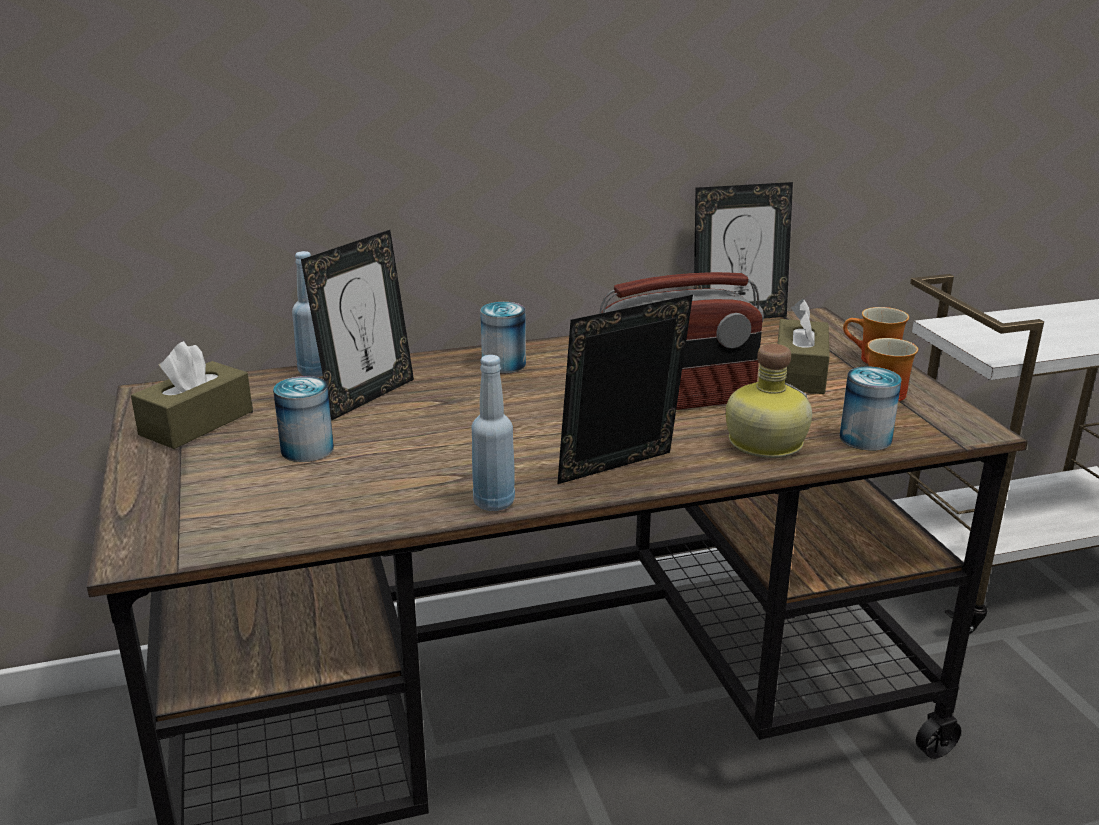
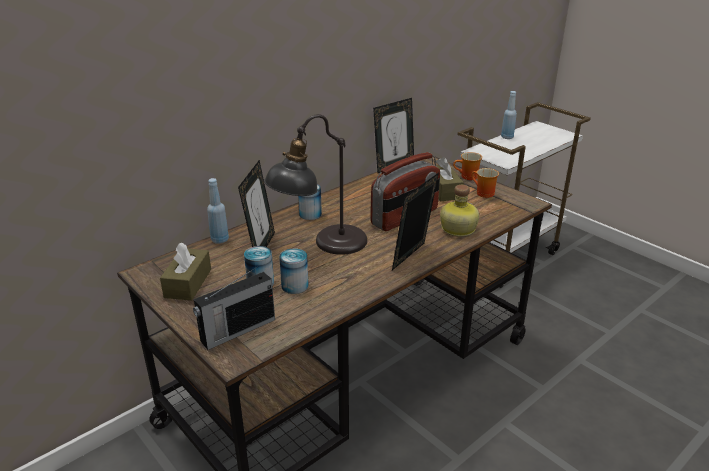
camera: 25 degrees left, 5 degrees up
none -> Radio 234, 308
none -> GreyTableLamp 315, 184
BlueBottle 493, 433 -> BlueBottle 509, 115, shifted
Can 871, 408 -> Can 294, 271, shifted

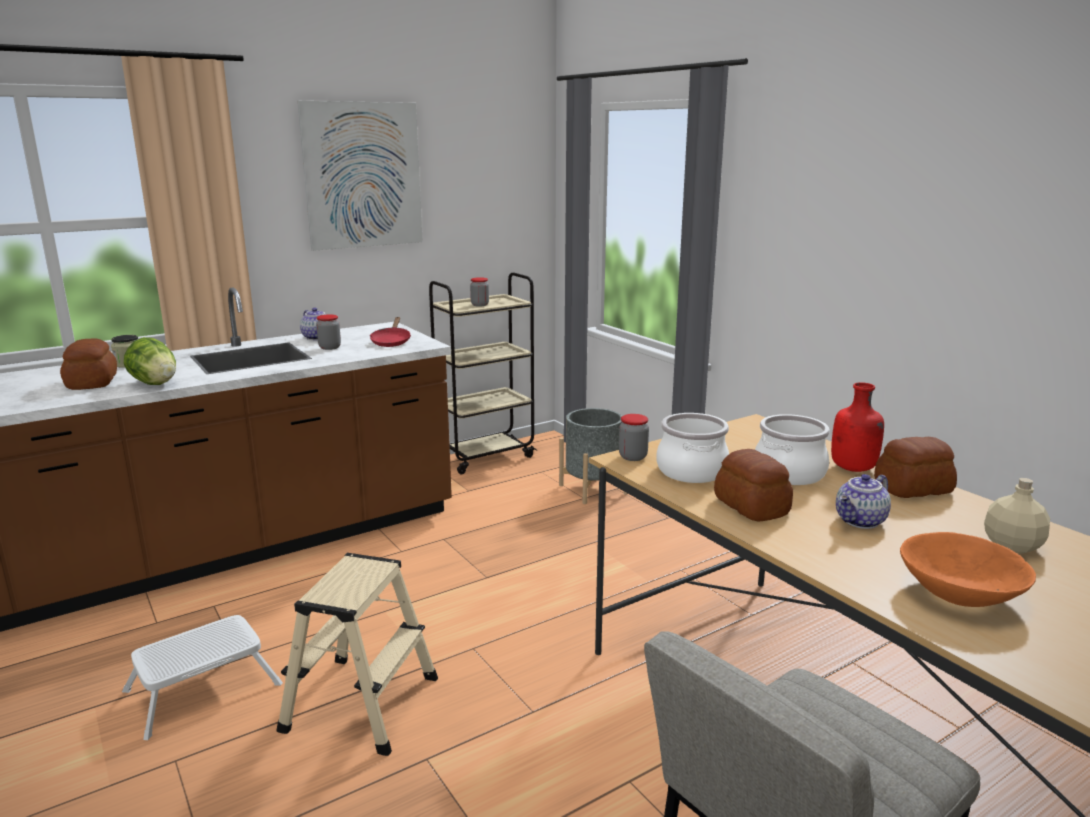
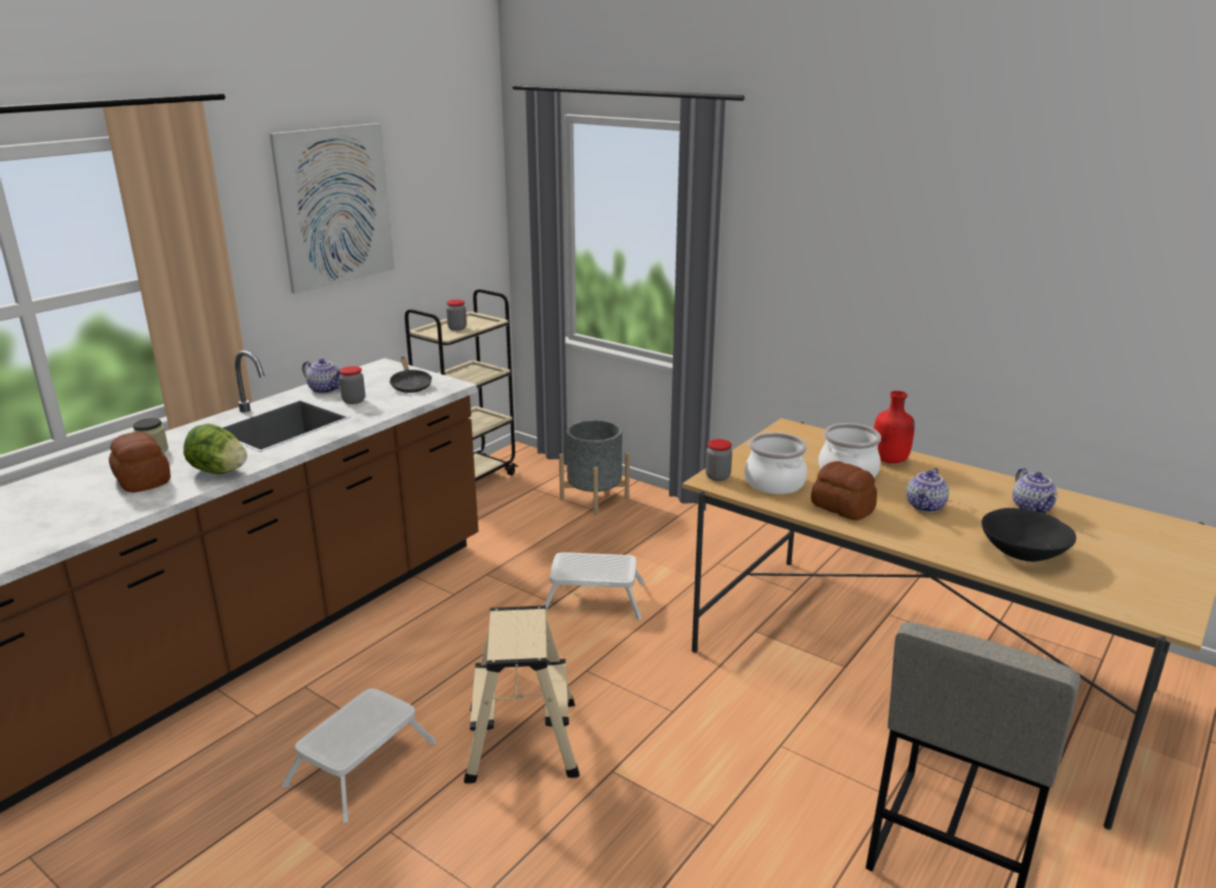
camera: 20 degrees left, 5 degrees up
Bread 915, 467 -> none
none -> WhiteStepLadder 594, 586
BeigeBottle 1017, 516 -> Teapot 1035, 490
RedFryingPan 390, 332 -> BlackFryingPan 410, 375
OrangeBowl 968, 569 -> BlackBowl 1028, 535

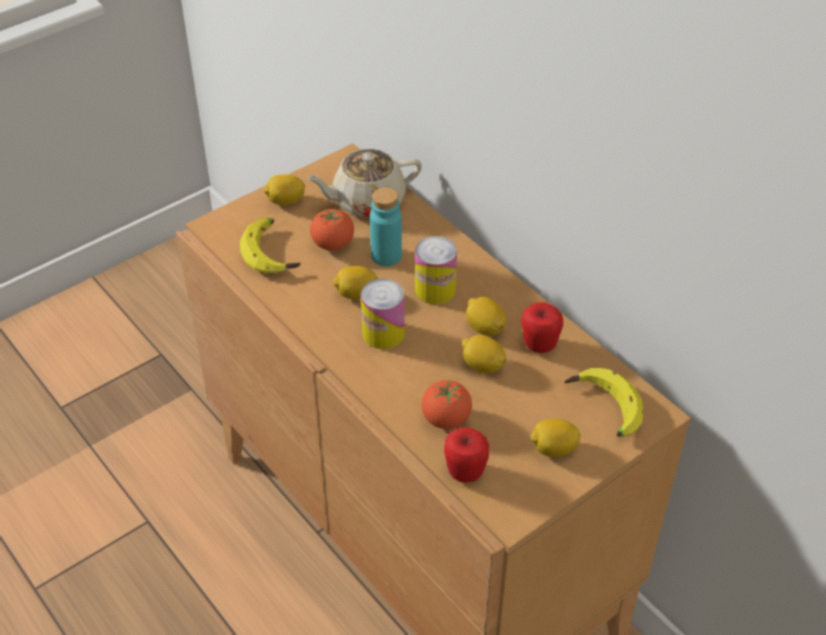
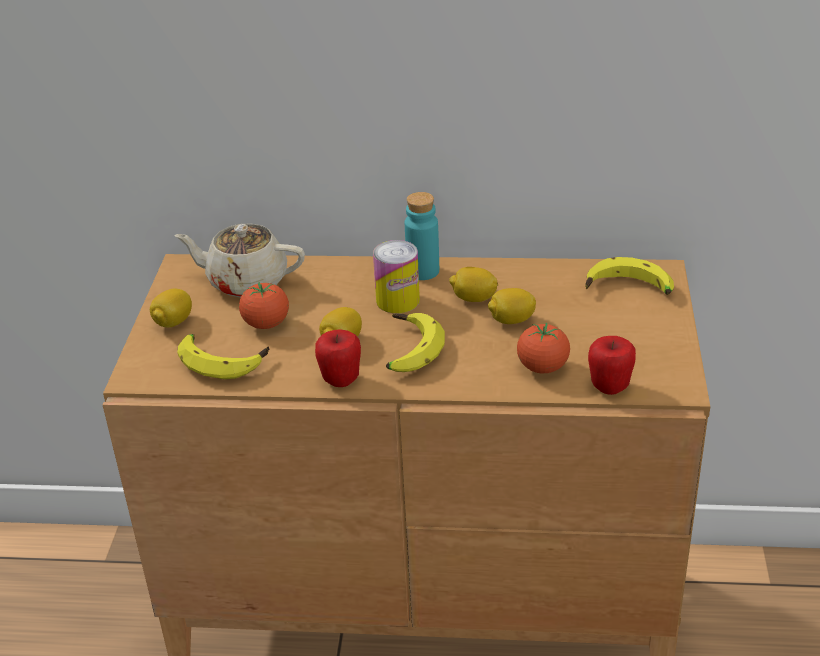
camera: 45 degrees left, 10 degrees down
Lemon 555, 438 -> none
TurquoiseBottle 386, 226 -> TurquoiseBottle 422, 236, shifted
Apple 542, 327 -> Apple 338, 358, shifted
Can 383, 314 -> Banana 415, 342
BeigeTeapot 364, 183 -> BeigeTeapot 239, 260, 75 degrees clockwise

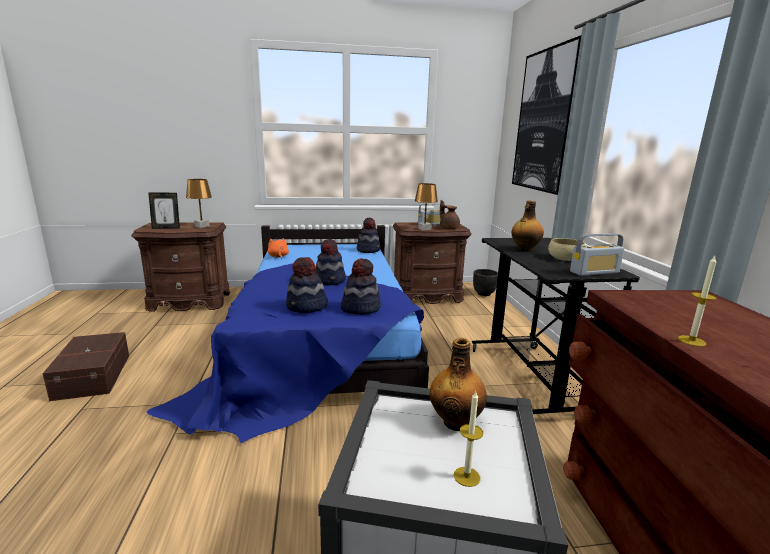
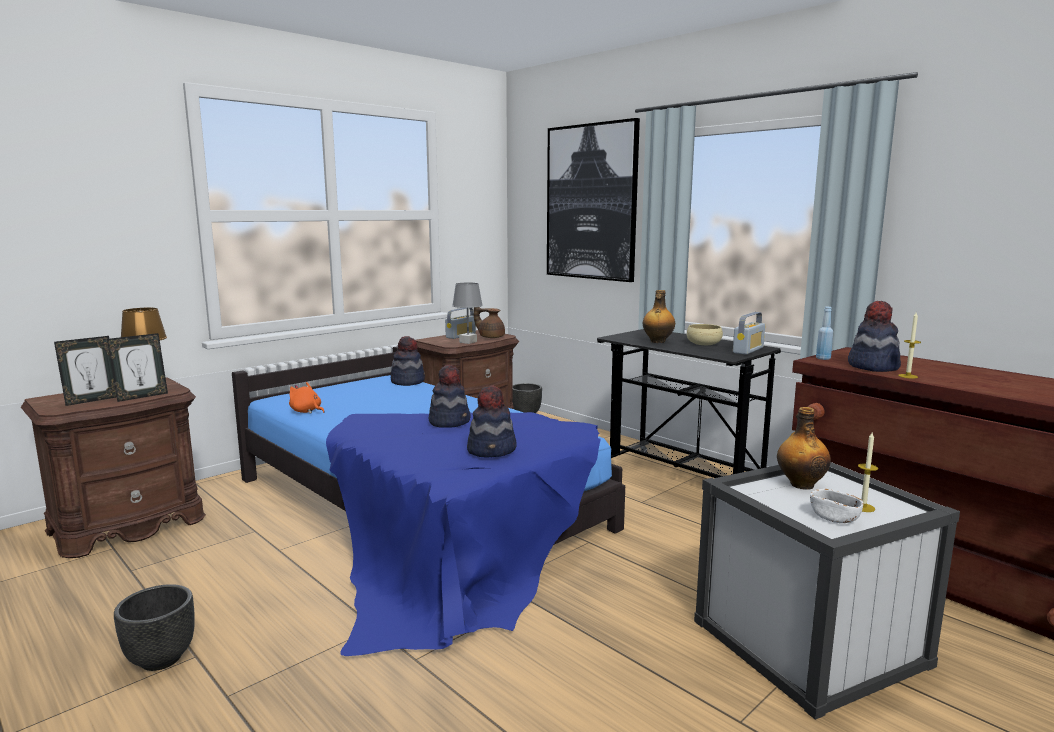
camera: 35 degrees left, 5 degrees down
none -> PictureFrame 137, 367
none -> WhiteBowl 836, 506
none -> BlueBottle 824, 333
Hat 361, 286 -> Hat 874, 336, shifted
BrownStorageBox 85, 366 -> BlackPlanter 154, 627
BrownTableLamp 426, 206 -> GreyTableLamp 467, 313

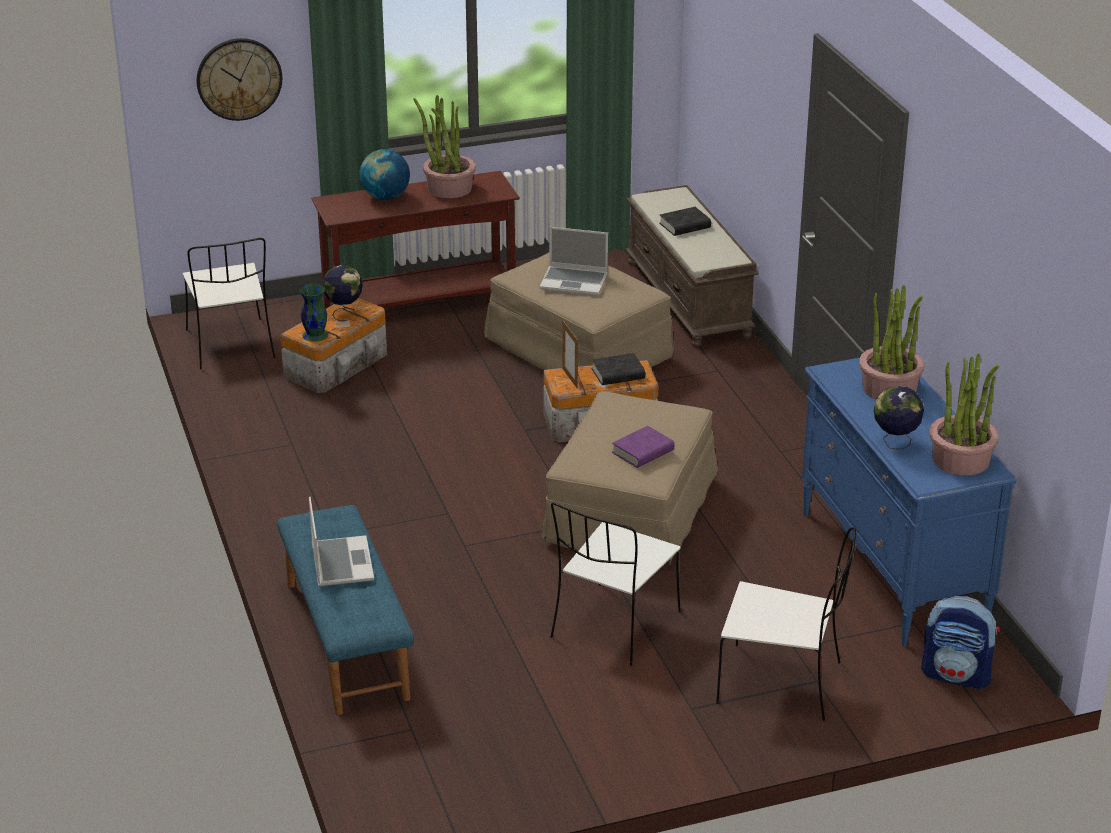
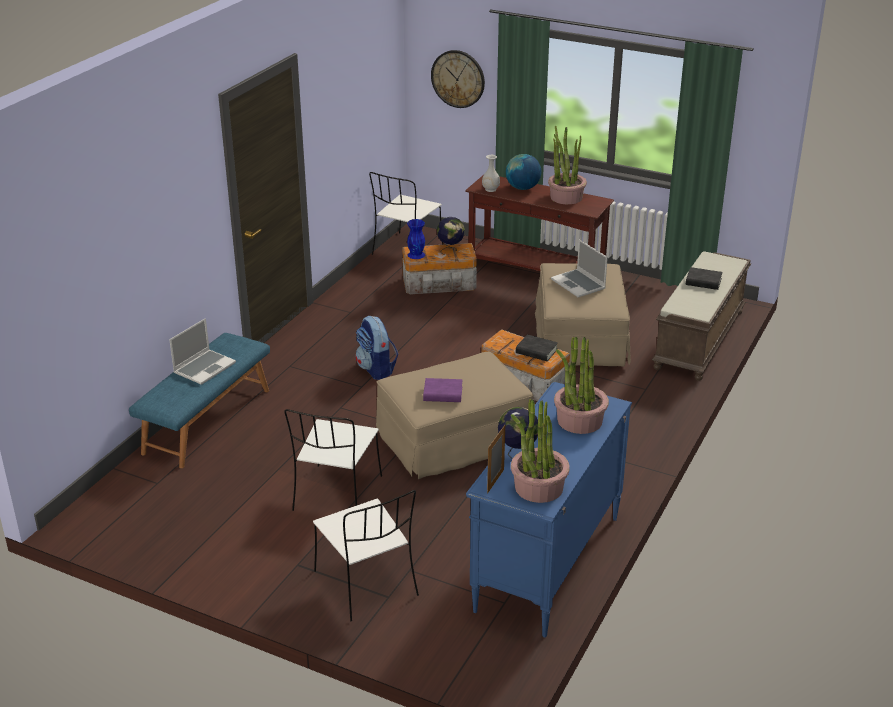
camera: 45 degrees right, 0 degrees up
none -> WhiteVase 491, 173
PictureFrame 570, 355 -> PictureFrame 496, 459, shifted
Backpack 960, 643 -> Backpack 376, 348, shifted
GreenVase 313, 312 -> BlueVase 416, 239
WhiteChair 615, 584 -> WhiteChair 333, 460, 60 degrees counterclockwise

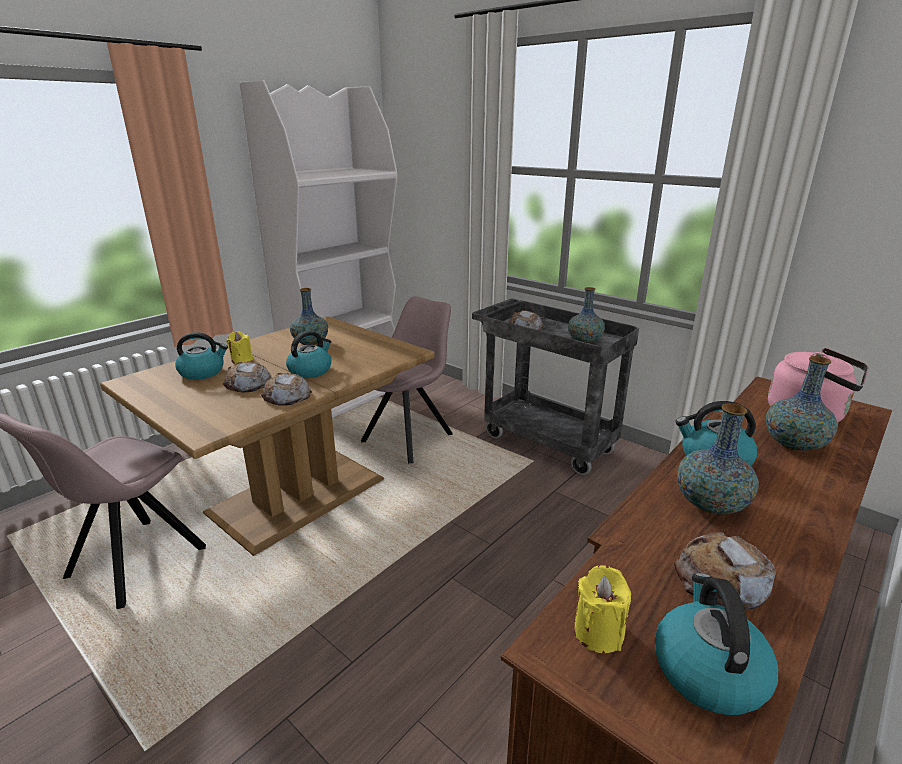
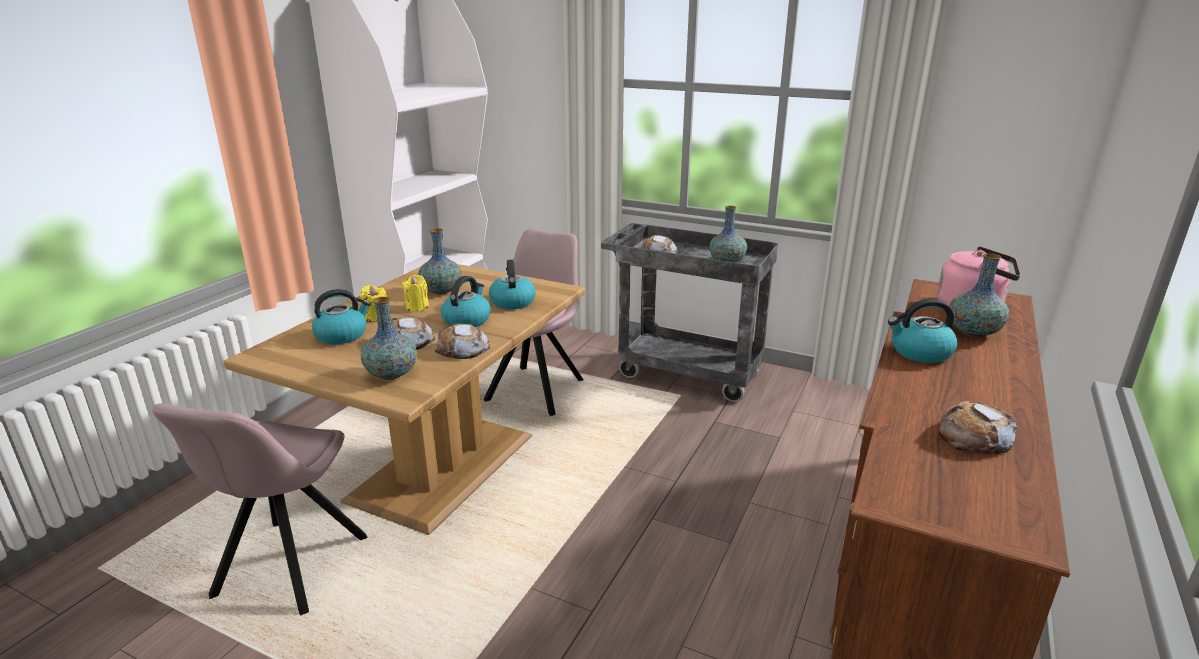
camera: 15 degrees left, 0 degrees up
YellowCandle 602, 609 -> YellowCandle 415, 293, shifted
Kettle 716, 644 -> Kettle 512, 284, shifted
Vase 718, 458 -> Vase 389, 338, shifted

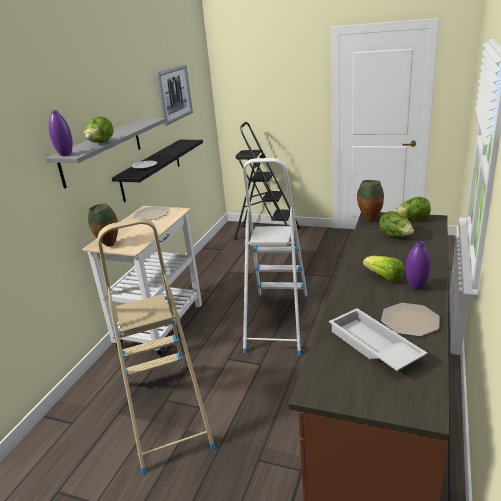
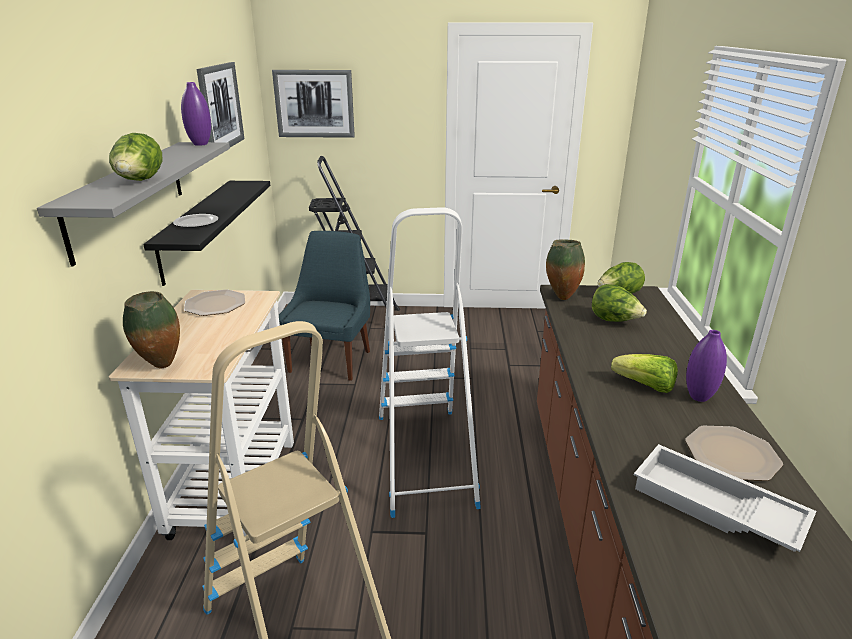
camera: 20 degrees left, 0 degrees up
none -> Picture 313, 104
none -> BlueChair 324, 306
PurpleVase 61, 133 -> PurpleVase 196, 114, shifted

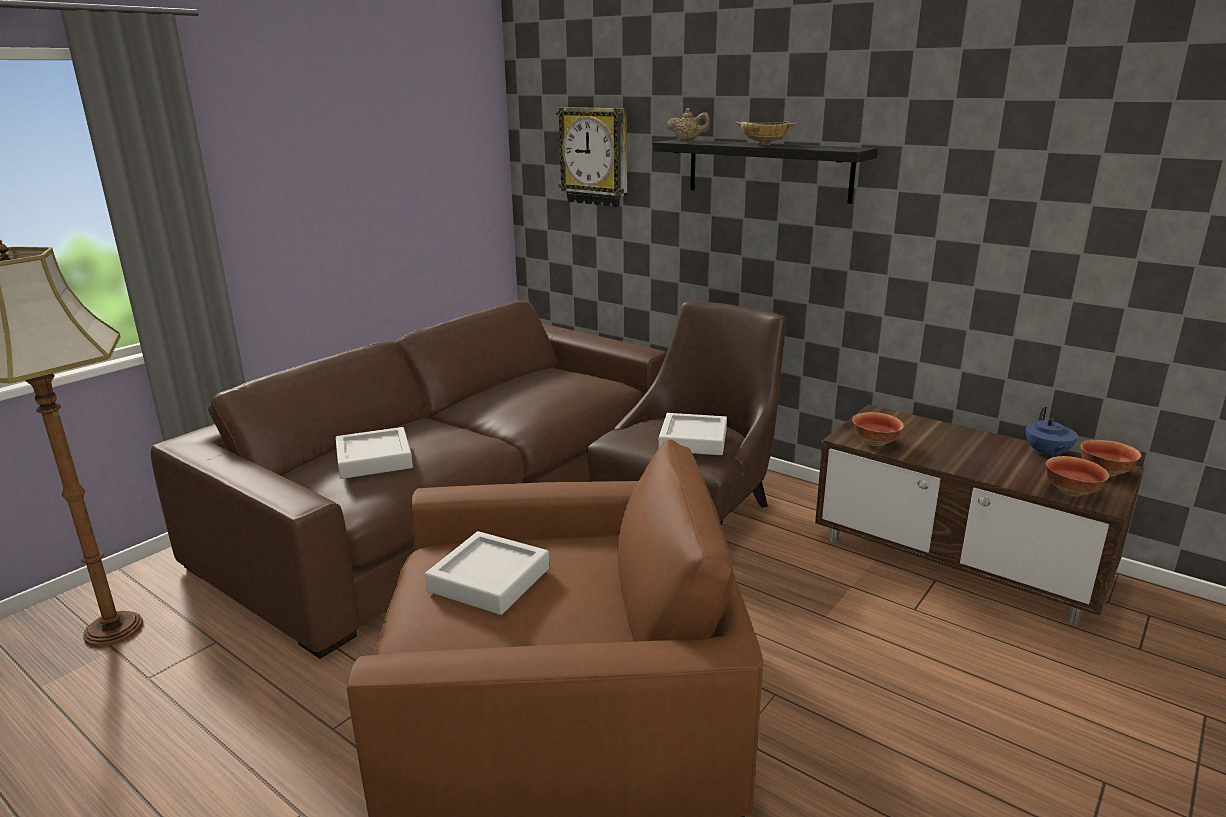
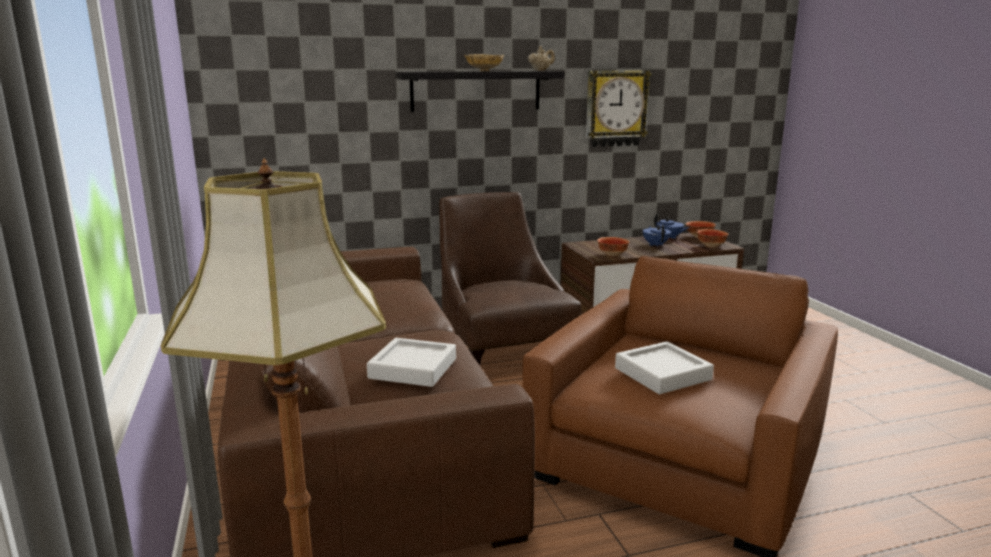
camera: 55 degrees left, 5 degrees down
GreyTray 692, 434 -> none
none -> BlueTeapot 657, 236
WallClock 591, 157 -> WallClock 619, 108, shifted
BeigeTeapot 689, 124 -> BeigeTeapot 541, 58, shifted

